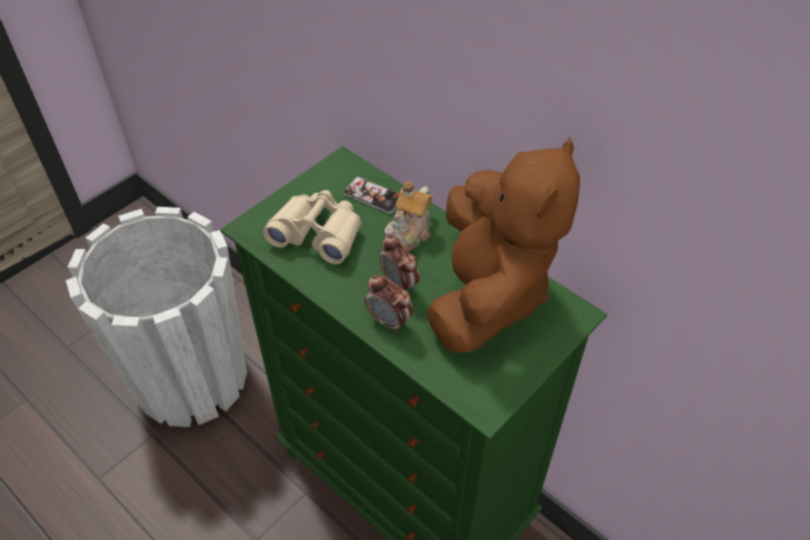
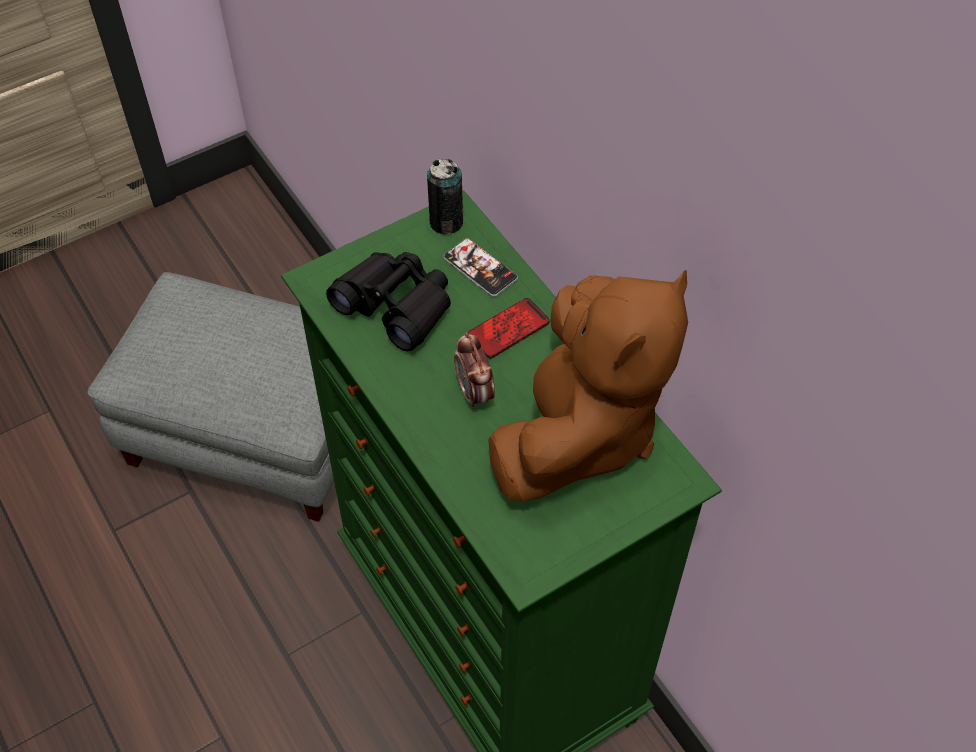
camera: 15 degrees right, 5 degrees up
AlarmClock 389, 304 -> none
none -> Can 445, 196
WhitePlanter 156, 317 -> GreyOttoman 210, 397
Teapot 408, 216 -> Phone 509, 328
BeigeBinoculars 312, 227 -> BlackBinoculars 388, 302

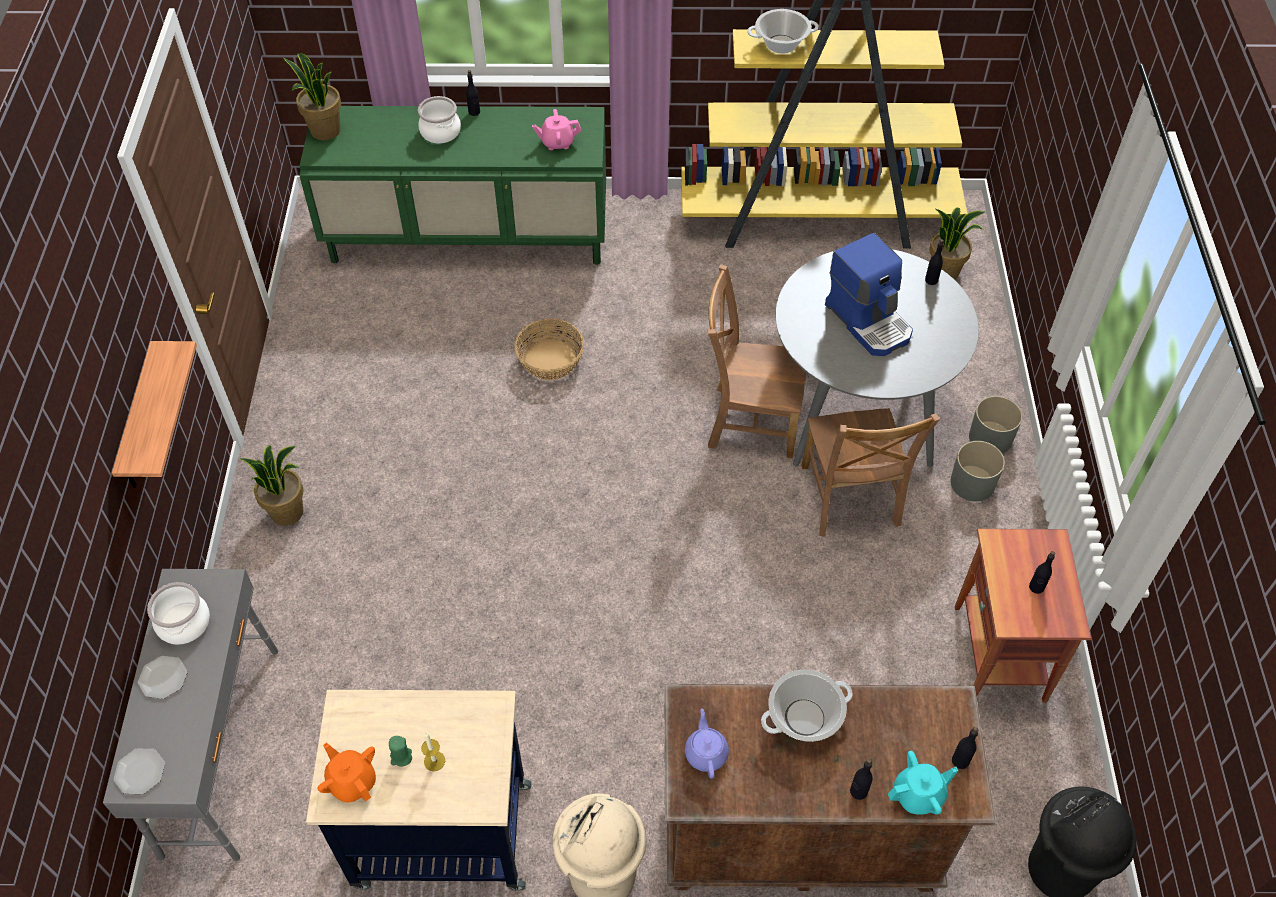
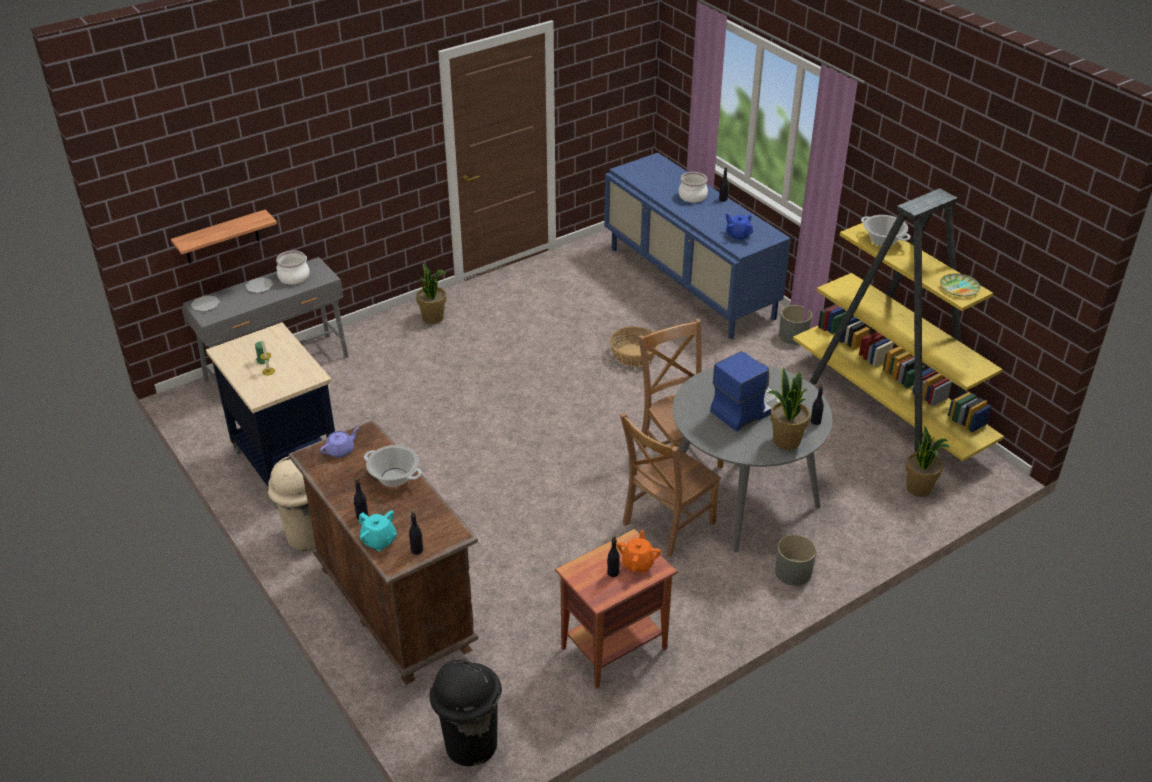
camera: 55 degrees right, 15 degrees down
none -> Plate 960, 285
Shelf 154, 414 -> Shelf 224, 236, shifted
PottedPlant 312, 96 -> PottedPlant 789, 409, shifted
OrangeTeapot 346, 772 -> OrangeTeapot 639, 551, shifted
GreyPlanter 978, 471 -> GreyPlanter 795, 325, shifted
GreenCabinet 452, 185 -> BlueCabinet 697, 246
PinkTeapot 556, 129 -> BlueTeapot 739, 227
CoffeeMachine 869, 294 -> CoffeeMachine 745, 391, 150 degrees counterclockwise

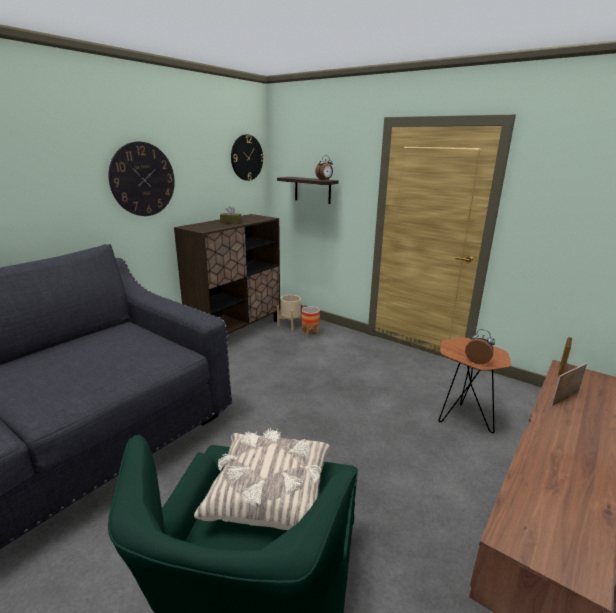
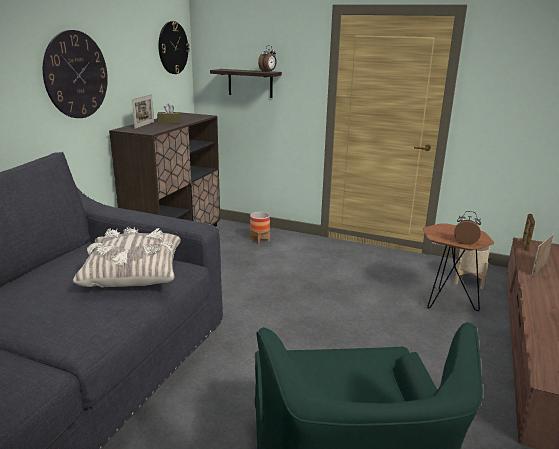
camera: 15 degrees left, 0 degrees up
none -> PictureFrame 143, 111
BeigePillow 262, 479 -> BeigePillow 127, 257, shifted
BeigePlanter 290, 313 -> BeigePlanter 472, 267, shifted

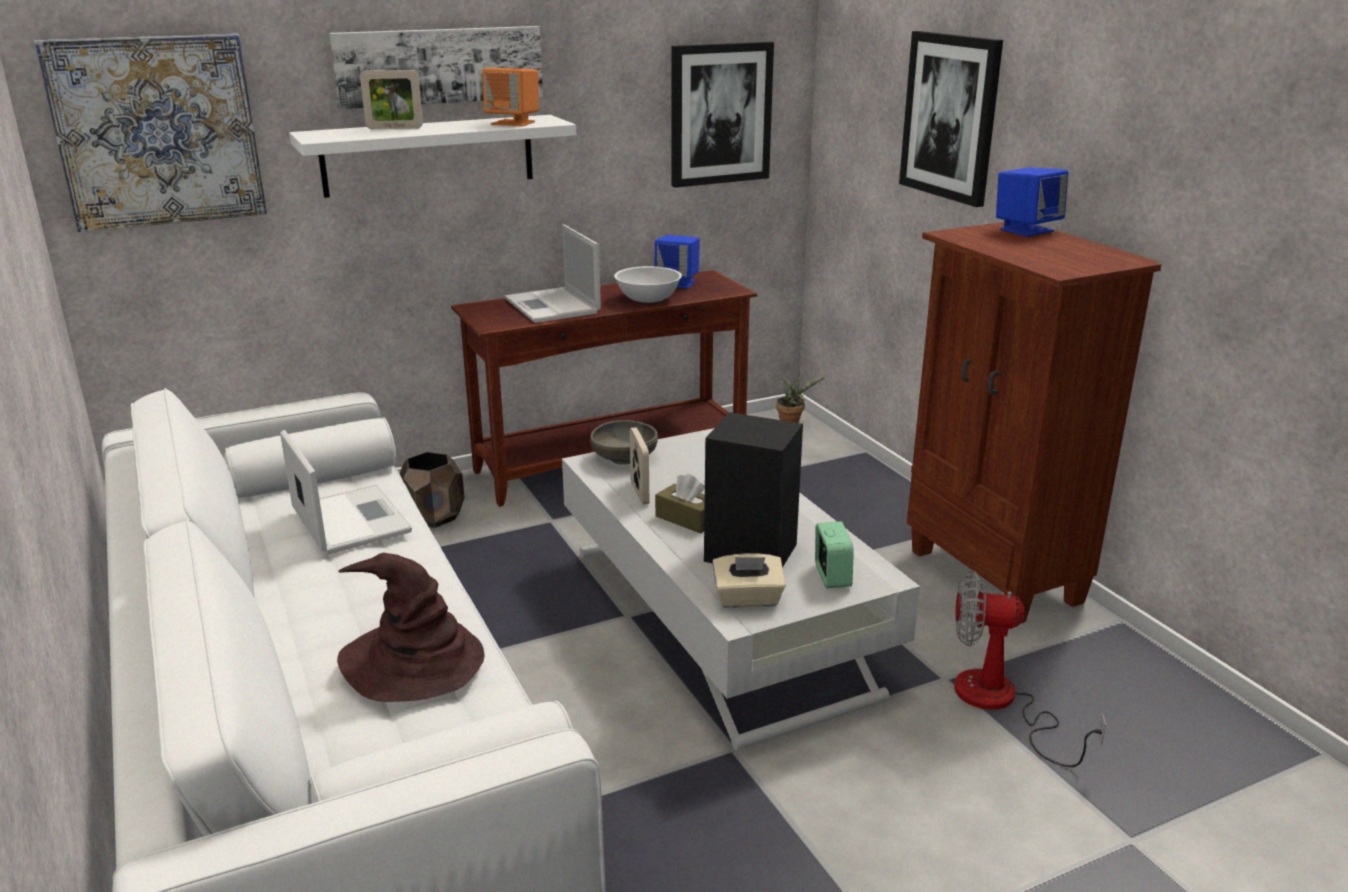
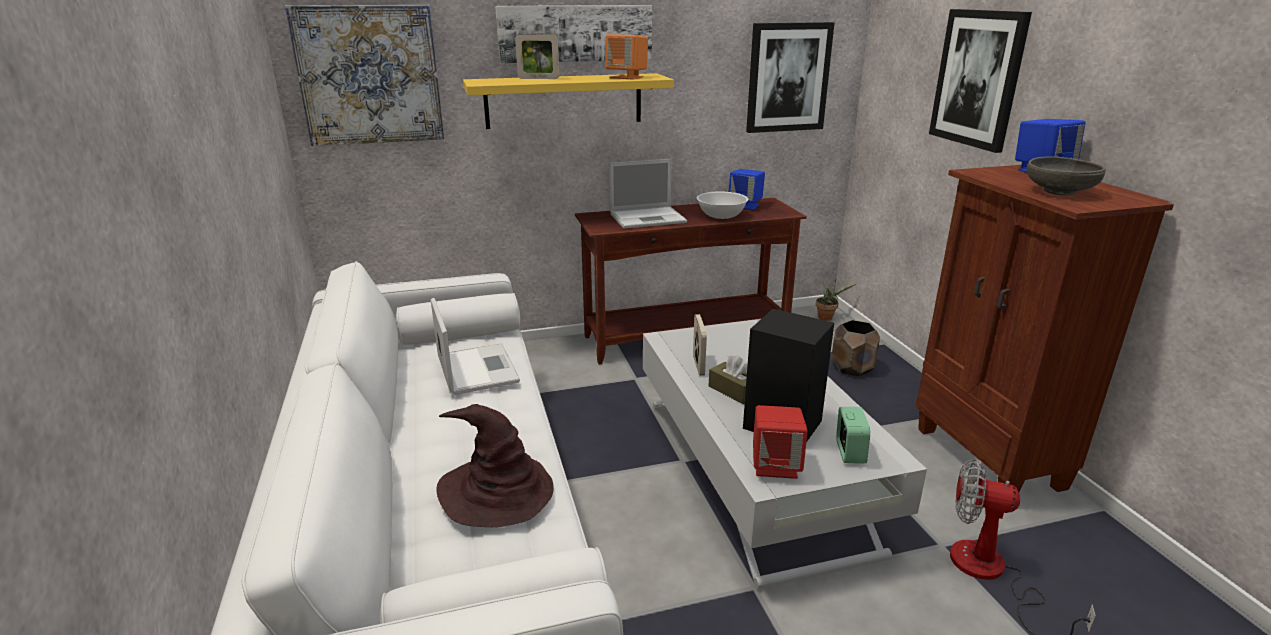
camera: 10 degrees right, 0 degrees up
BrownPlanter 432, 490 -> BrownPlanter 855, 348, shifted
GreyBowl 624, 442 -> GreyBowl 1066, 176, shifted
BeigeTissueBox 749, 580 -> RedSpeaker 780, 442
WhiteShelf 432, 156 -> YellowShelf 568, 101
Laptop 552, 273 -> Laptop 648, 194, 90 degrees counterclockwise

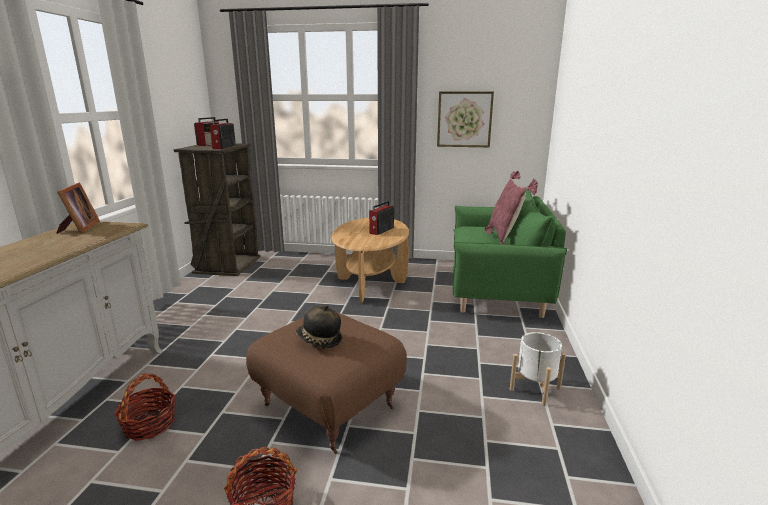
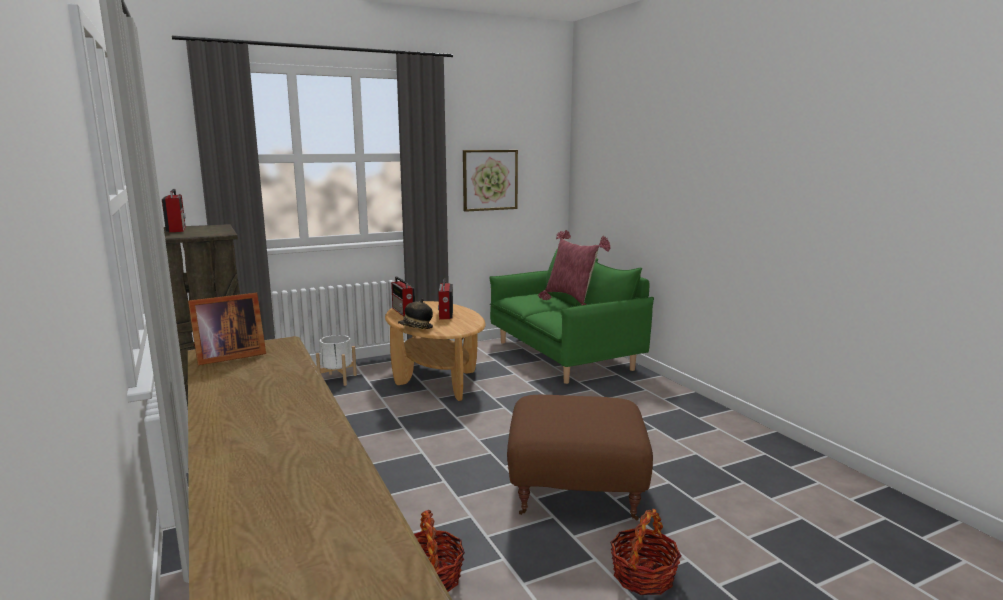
camera: 35 degrees left, 5 degrees down
Radio 223, 134 -> Radio 403, 296, shifted
Hat 319, 326 -> Hat 415, 314, shifted
WhitePlanter 538, 369 -> WhitePlanter 336, 360, shifted
PictureFrame 78, 208 -> PictureFrame 227, 329, 105 degrees clockwise

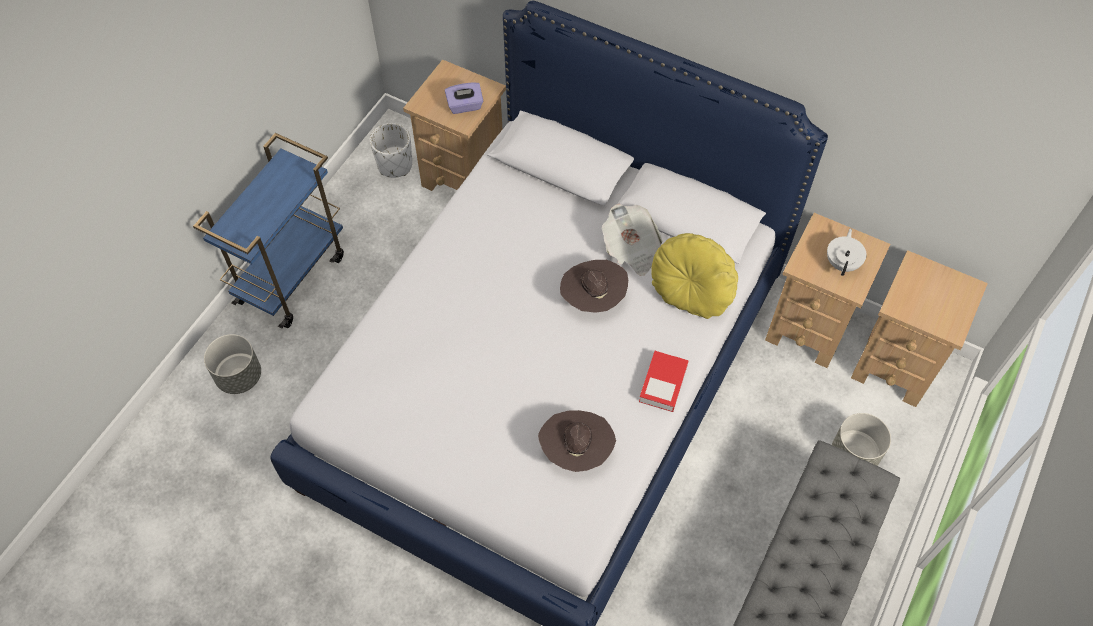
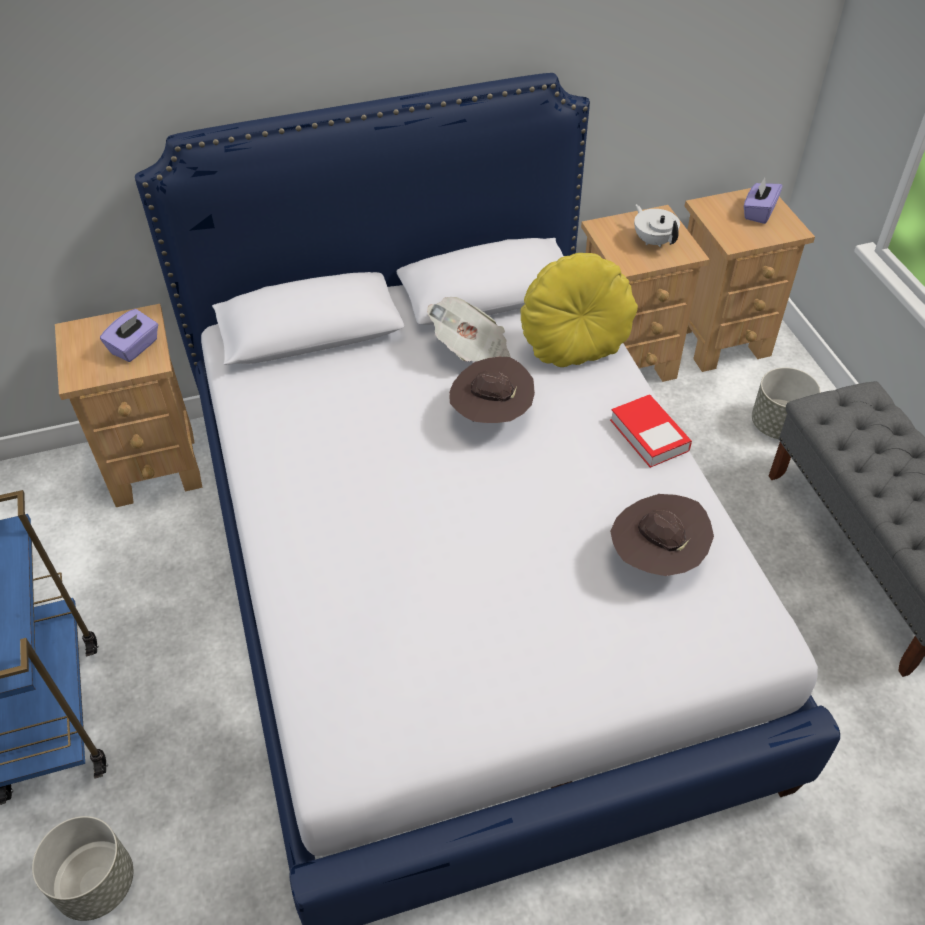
camera: 45 degrees left, 10 degrees down
WhitePlanter 391, 150 -> none
none -> PurpleTissueBox 762, 201

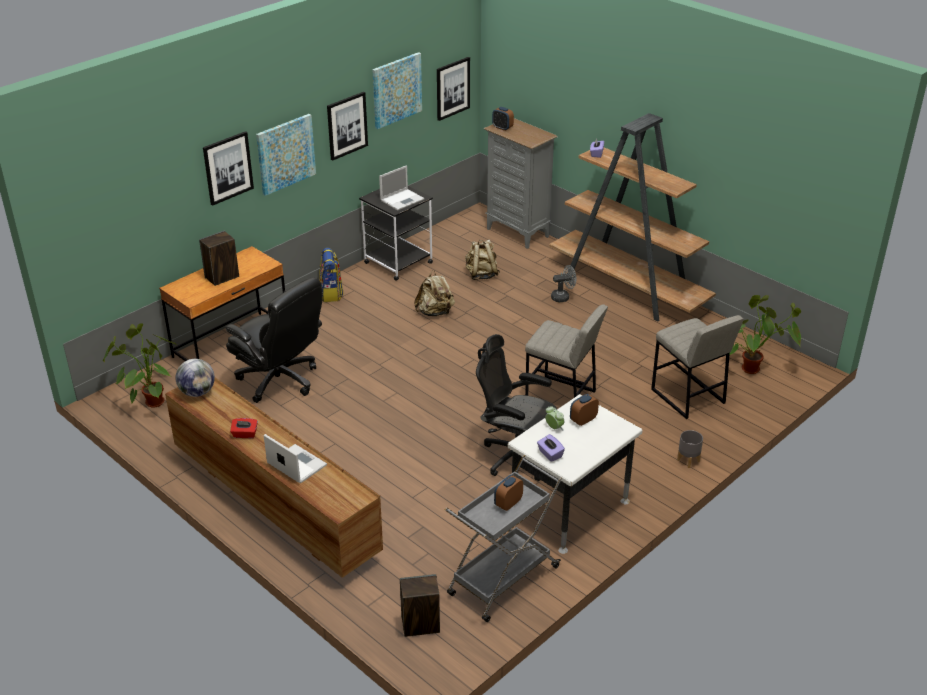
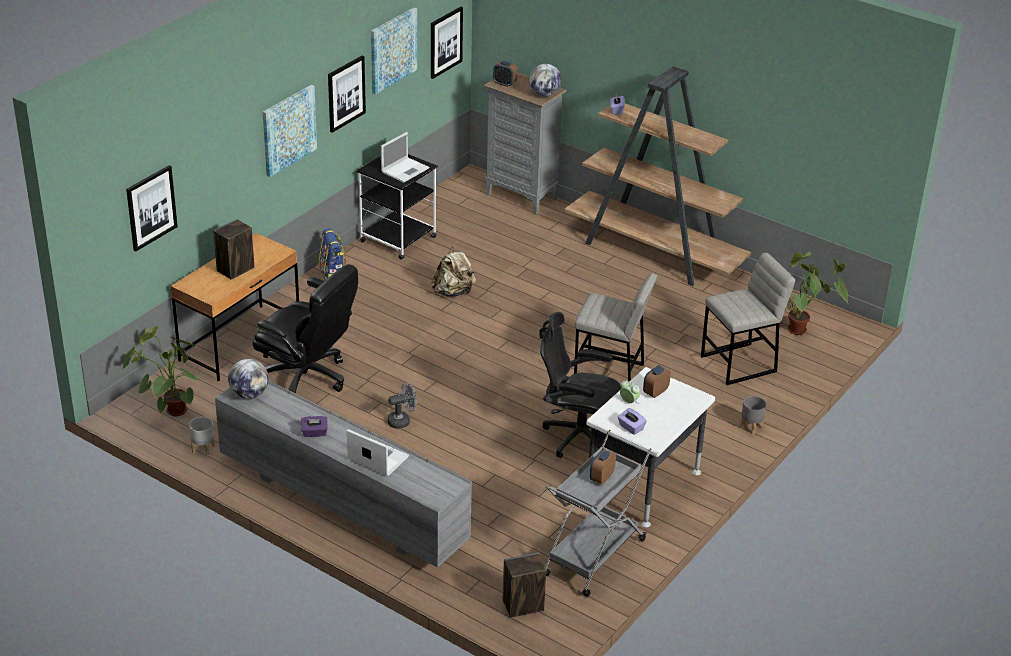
camera: 10 degrees left, 0 degrees up
BeigeBackpack 482, 260 -> none
none -> GreyPlanter 202, 436
none -> Globe 545, 80
Picture 228, 168 -> Picture 152, 208, shifted
GreyFan 563, 283 -> GreyFan 402, 405, shifted
BrownCabinet 274, 478 -> GreyCabinet 343, 474
RedTissueBox 244, 428 -> PurpleTissueBox 314, 426
GreyChair 697, 367 -> GreyChair 748, 319, 75 degrees counterclockwise

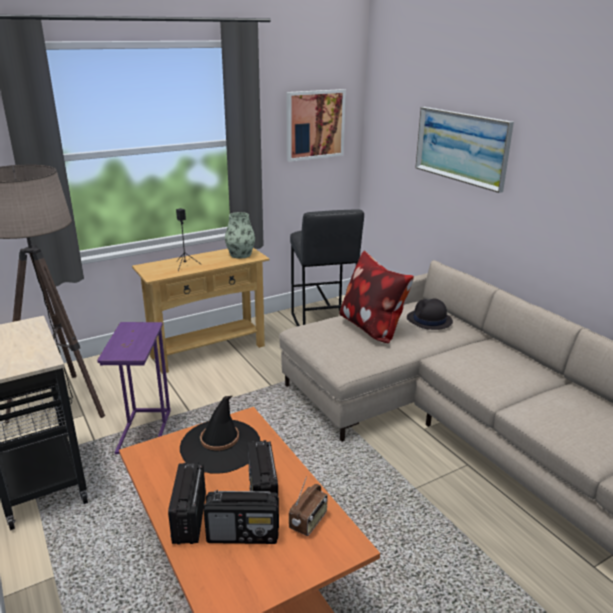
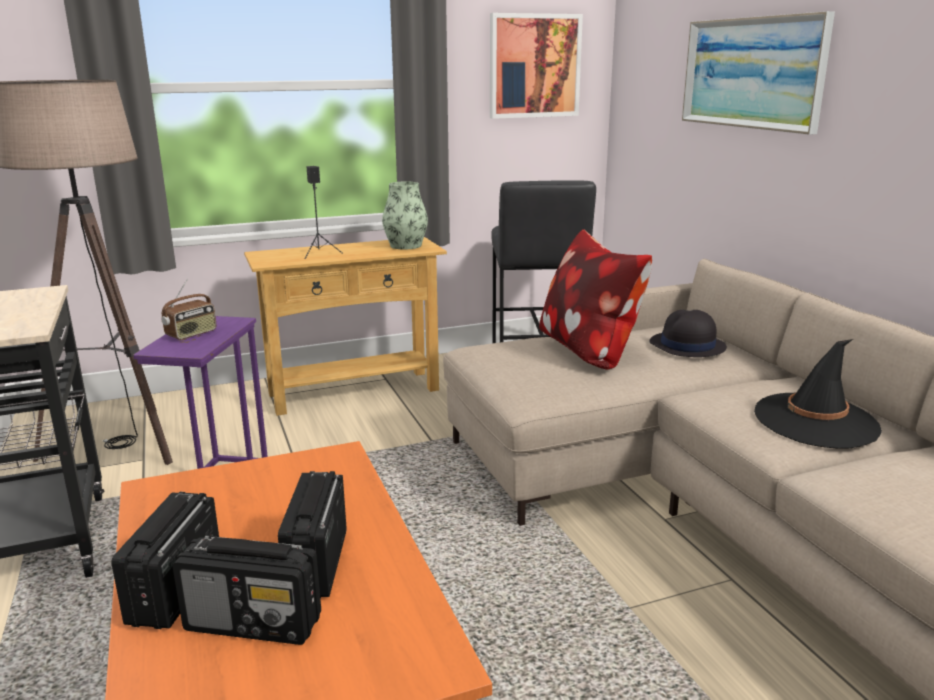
camera: 10 degrees right, 5 degrees down
BlackHat 220, 435 -> BlackHat 818, 394, shifted
Radio 308, 506 -> Radio 188, 309, shifted

